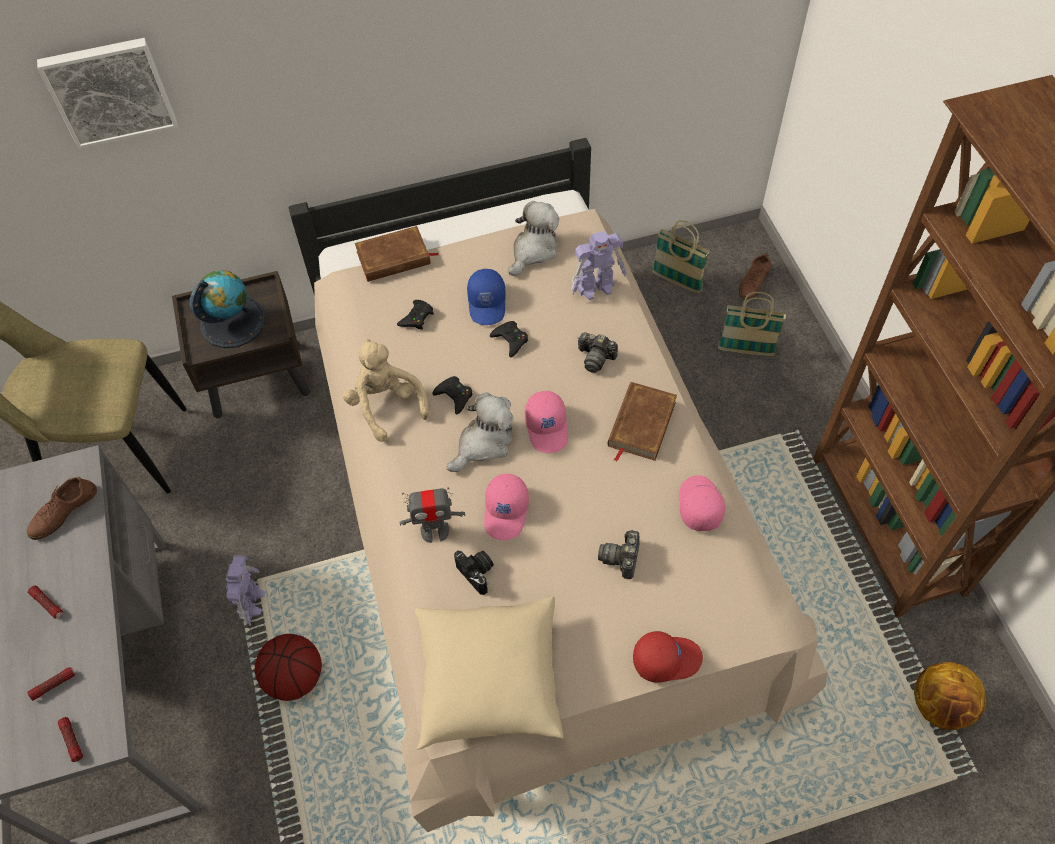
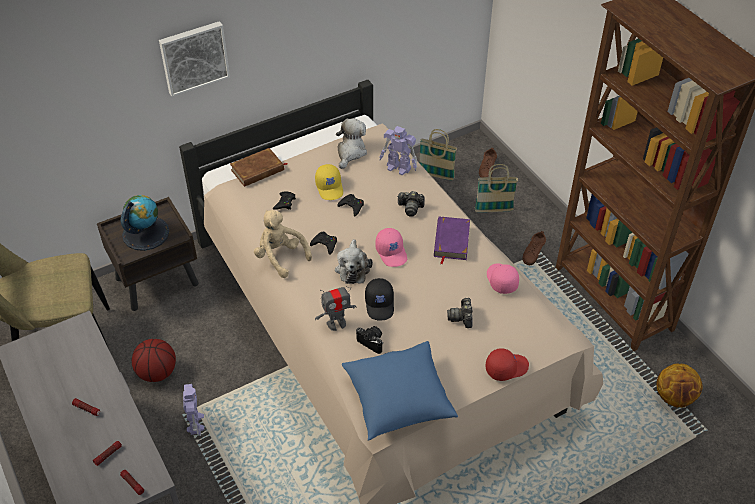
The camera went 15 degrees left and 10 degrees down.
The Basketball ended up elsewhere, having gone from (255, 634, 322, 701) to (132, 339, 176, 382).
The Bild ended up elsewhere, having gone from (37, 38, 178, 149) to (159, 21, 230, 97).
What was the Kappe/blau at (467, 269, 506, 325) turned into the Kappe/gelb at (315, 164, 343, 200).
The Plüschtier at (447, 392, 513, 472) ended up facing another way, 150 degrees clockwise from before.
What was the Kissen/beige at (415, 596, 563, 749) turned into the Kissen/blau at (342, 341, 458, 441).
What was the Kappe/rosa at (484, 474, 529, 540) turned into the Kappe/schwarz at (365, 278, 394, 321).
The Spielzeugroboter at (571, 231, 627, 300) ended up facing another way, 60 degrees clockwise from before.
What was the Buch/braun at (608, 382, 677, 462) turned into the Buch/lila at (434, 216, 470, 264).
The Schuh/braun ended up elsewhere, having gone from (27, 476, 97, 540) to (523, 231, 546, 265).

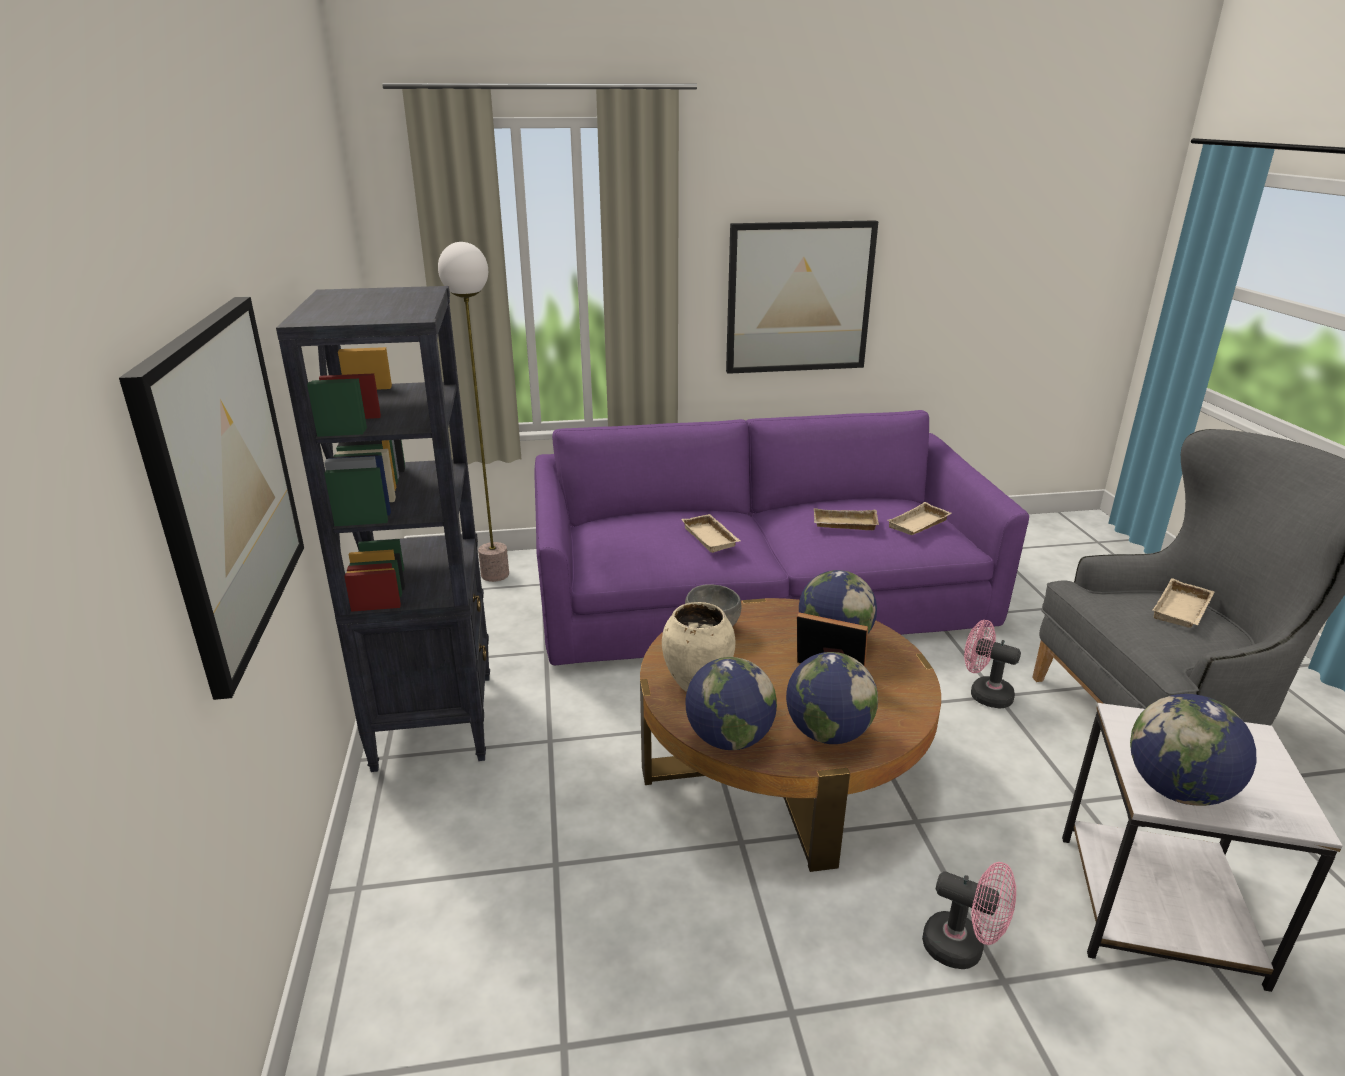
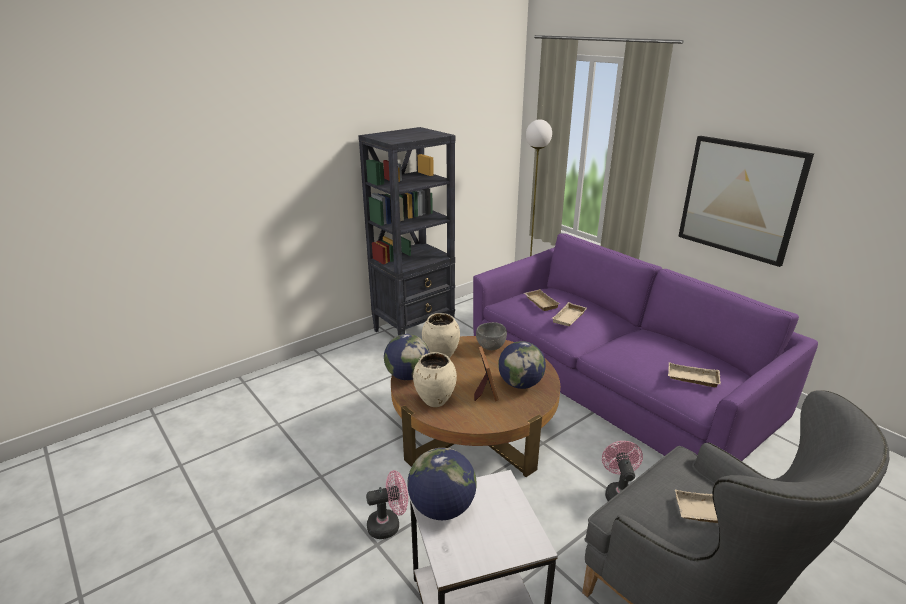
The camera went 60 degrees right and 0 degrees up.
The Ventilator/rosa at (922, 862, 1016, 969) ended up facing another way, 105 degrees counterclockwise from before.
Where the Globus stood at (786, 652, 878, 744), the Vase/beige came to stand at (413, 352, 457, 407).
The Tablett/beige ended up elsewhere, having gone from (814, 508, 879, 530) to (524, 289, 560, 311).
The second view lost the Bild at (119, 297, 304, 700).

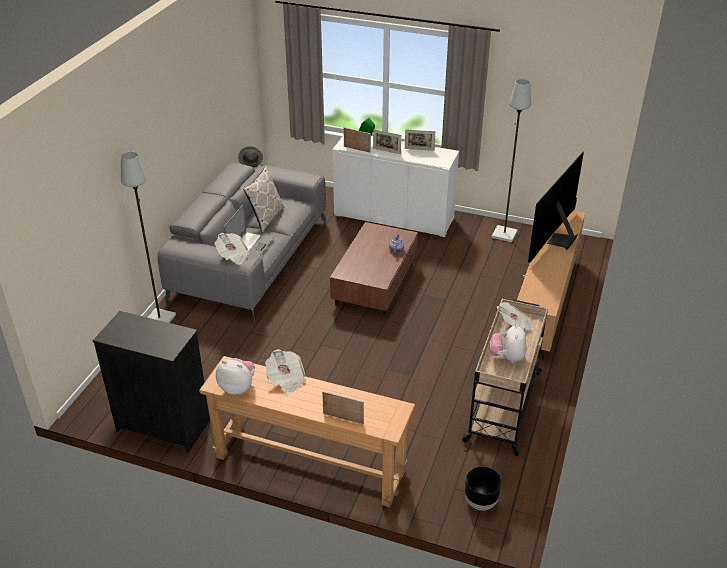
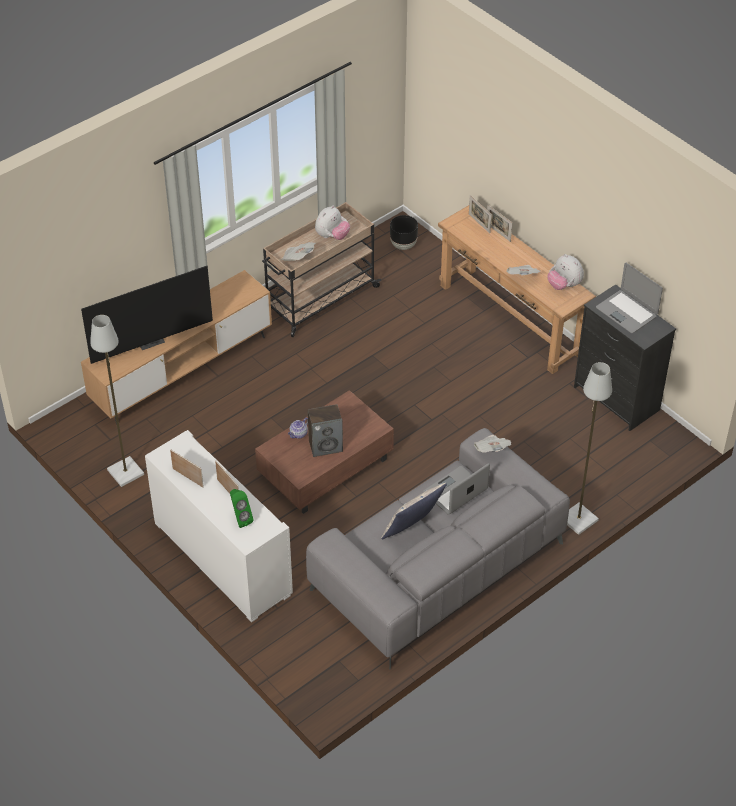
The camera went 150 degrees left and 10 degrees up.
The second view gained the Lautsprecher at (308, 404, 343, 457).
The Bilderrahmen ended up elsewhere, having gone from (344, 127, 371, 153) to (469, 195, 492, 233).
The second view gained the Laptop at (596, 263, 663, 333).
The second view lost the Hut/grau at (238, 146, 263, 167).

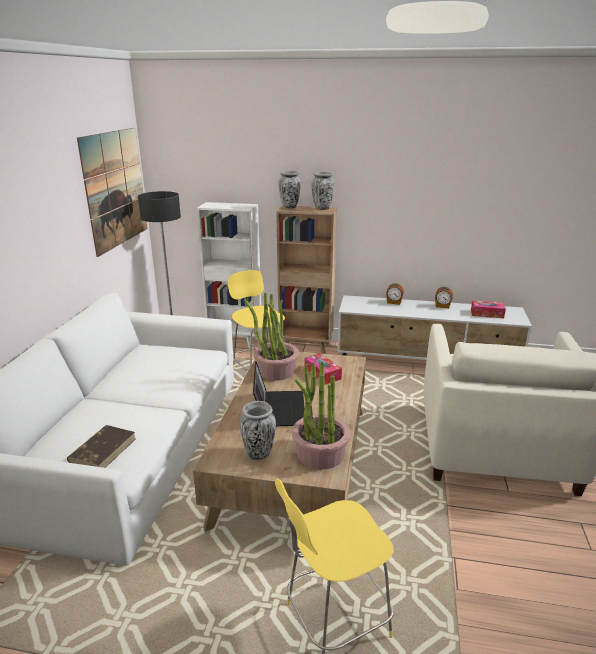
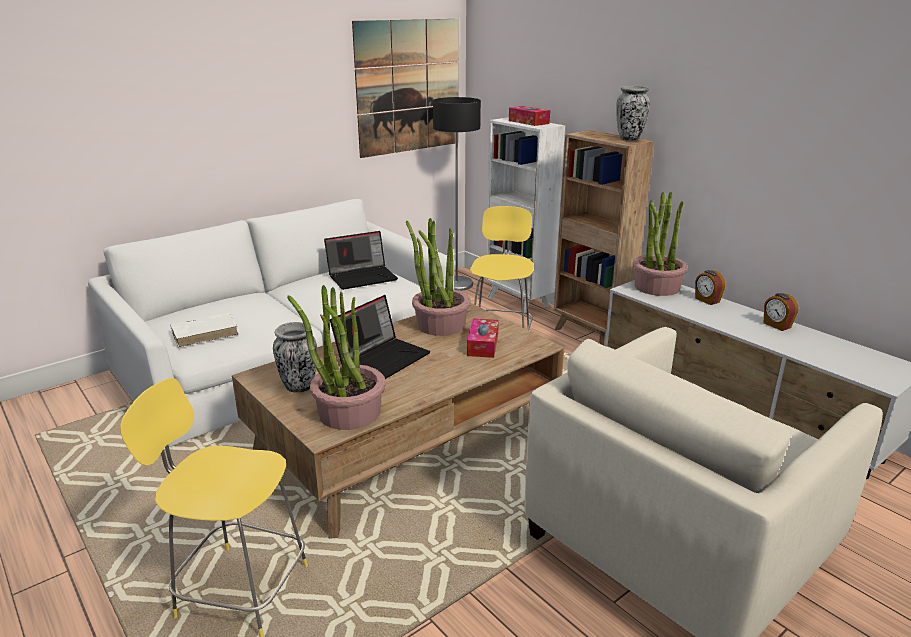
The camera went 40 degrees right and 0 degrees up.
What was the Buch/braun at (67, 425, 136, 468) turned into the Buch/weiß at (170, 313, 238, 347).
The second view gained the Laptop at (324, 231, 398, 290).
The Taschentuchbox ended up elsewhere, having gone from (471, 300, 506, 318) to (509, 106, 550, 126).
The second view gained the Topfpflanze at (633, 192, 688, 296).
The second view lost the Vase at (279, 171, 301, 209).

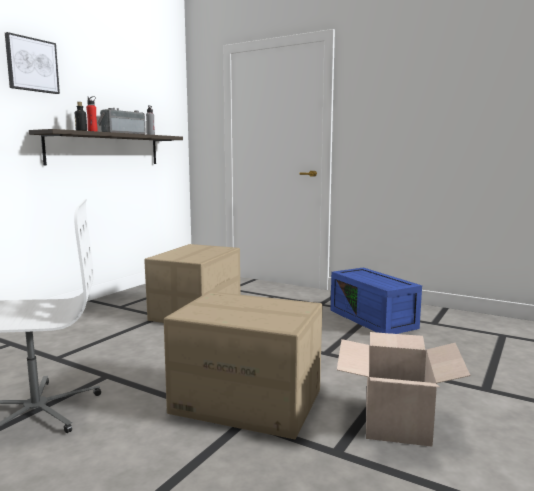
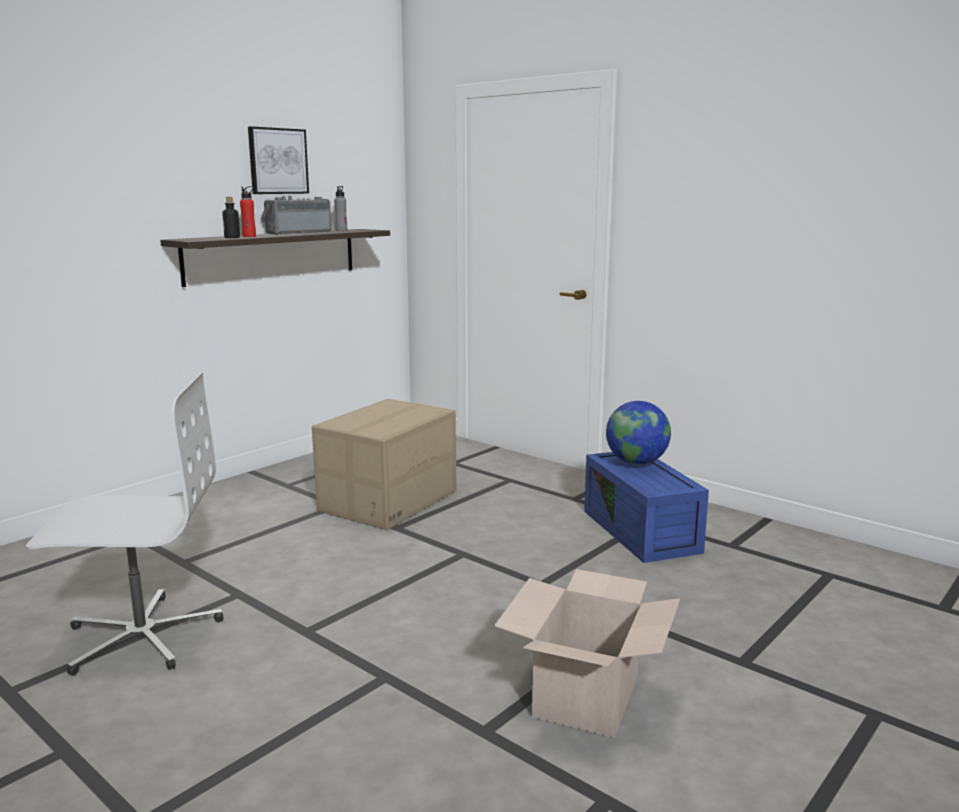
The camera went 10 degrees right and 5 degrees up.
The Bild ended up elsewhere, having gone from (5, 32, 60, 94) to (248, 126, 309, 194).
The second view gained the Globus at (606, 401, 671, 465).
The second view lost the Karton at (164, 291, 322, 439).

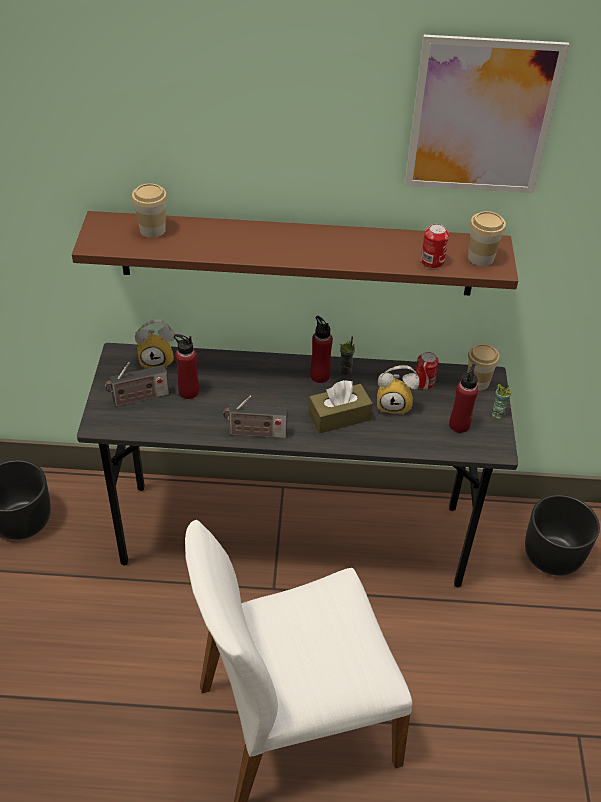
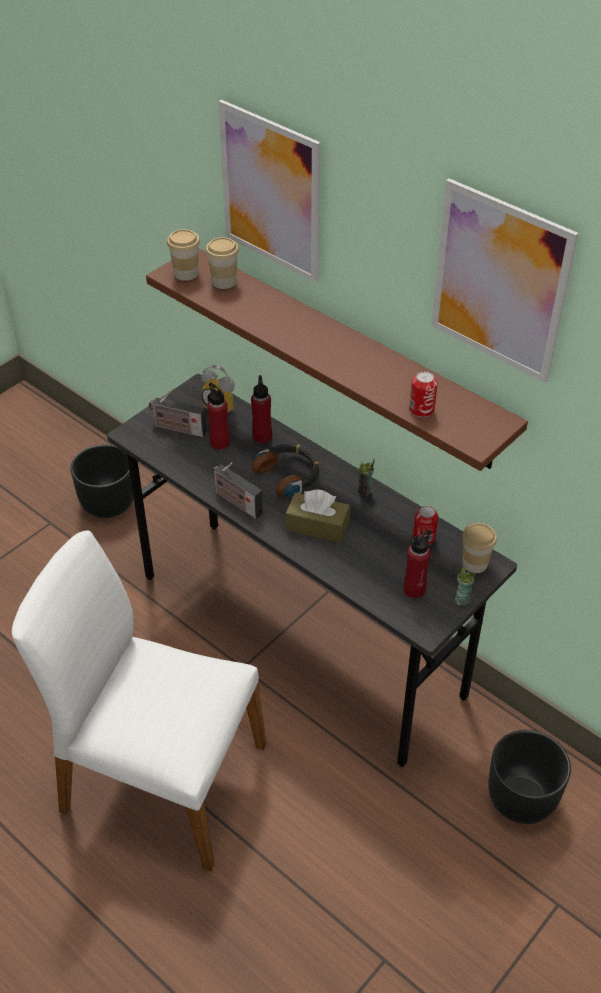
The camera went 40 degrees right and 0 degrees up.
The Tasse ended up elsewhere, having gone from (468, 211, 506, 266) to (167, 229, 200, 281).
The second view gained the Bild at (218, 100, 321, 283).
The Flasche/rot ended up elsewhere, having gone from (310, 316, 333, 383) to (251, 375, 272, 443).
The second view gained the Kopfhörer at (252, 444, 320, 498).
The second view lost the Wecker at (377, 365, 420, 415).

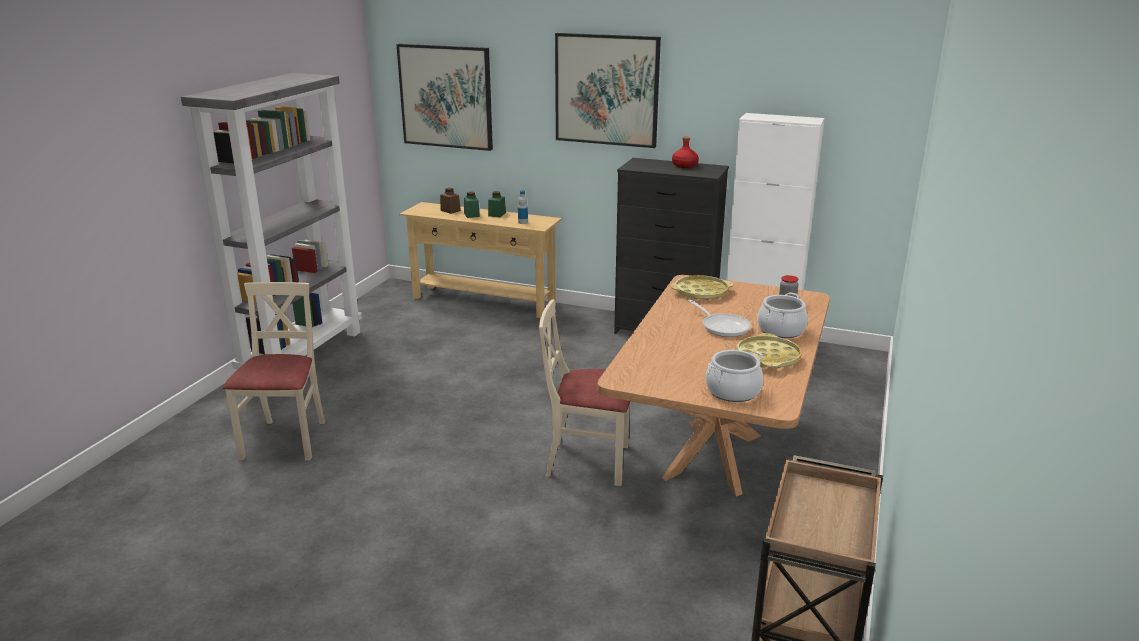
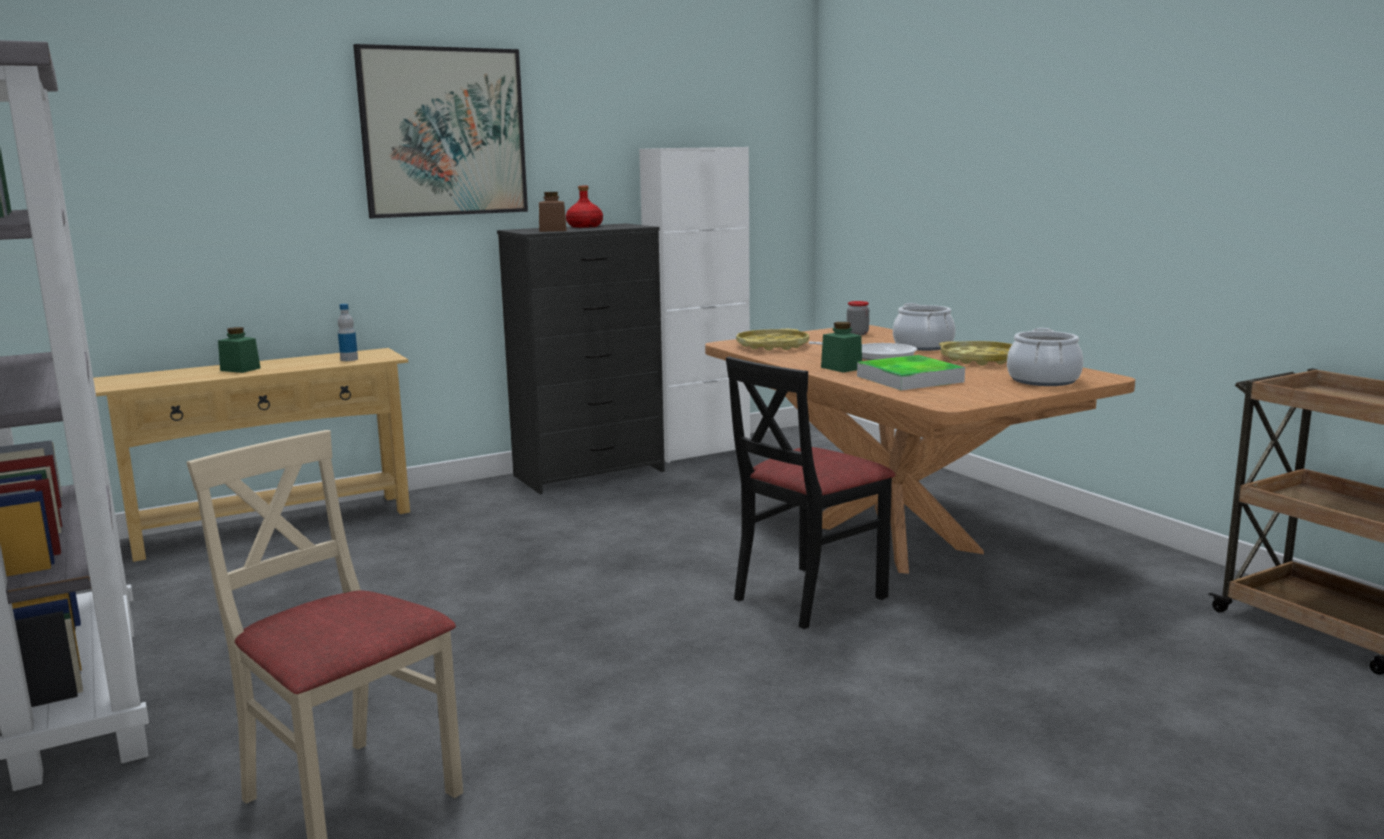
The camera went 50 degrees left and 10 degrees down.
The Vorratsglas/braun ended up elsewhere, having gone from (440, 188, 461, 214) to (539, 192, 567, 232).
What was the Stuhl/beige at (539, 299, 630, 486) turned into the Stuhl/schwarz at (726, 357, 896, 629).
The Vorratsglas/grün ended up elsewhere, having gone from (488, 191, 506, 217) to (821, 322, 862, 373).
The second view gained the Tablett at (857, 355, 965, 390).
The second view lost the Bild at (396, 44, 493, 151).

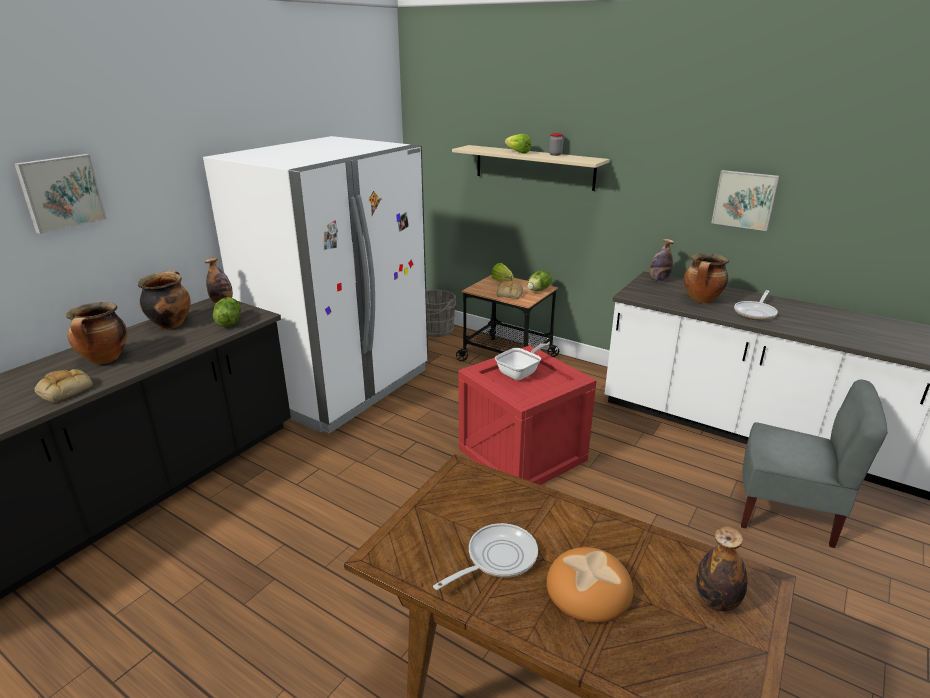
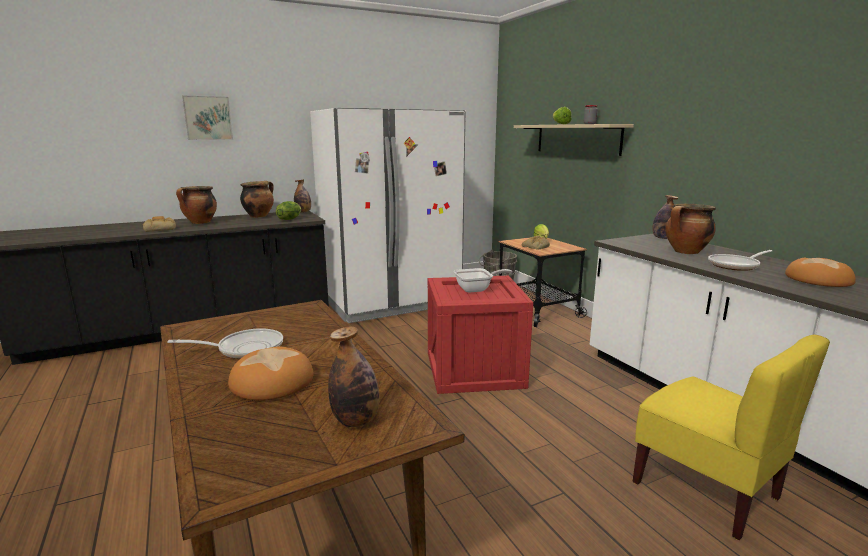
The camera went 30 degrees right and 10 degrees down.
What was the Stuhl/grau at (741, 380, 887, 548) turned into the Stuhl/gelb at (632, 335, 830, 540).
The second view gained the Brot at (785, 258, 856, 287).
The second view lost the Salatkopf at (527, 270, 552, 291).
The second view lost the Bild at (711, 170, 779, 231).

